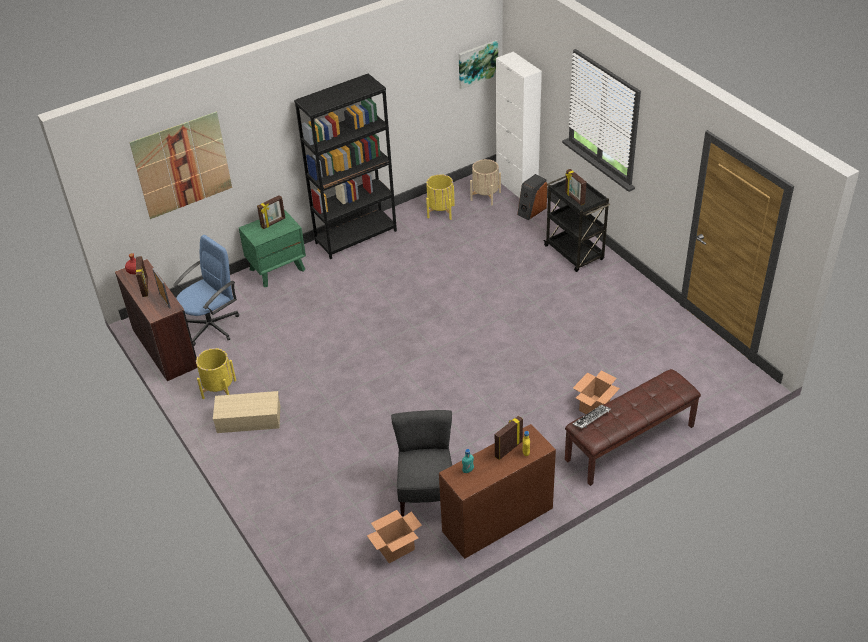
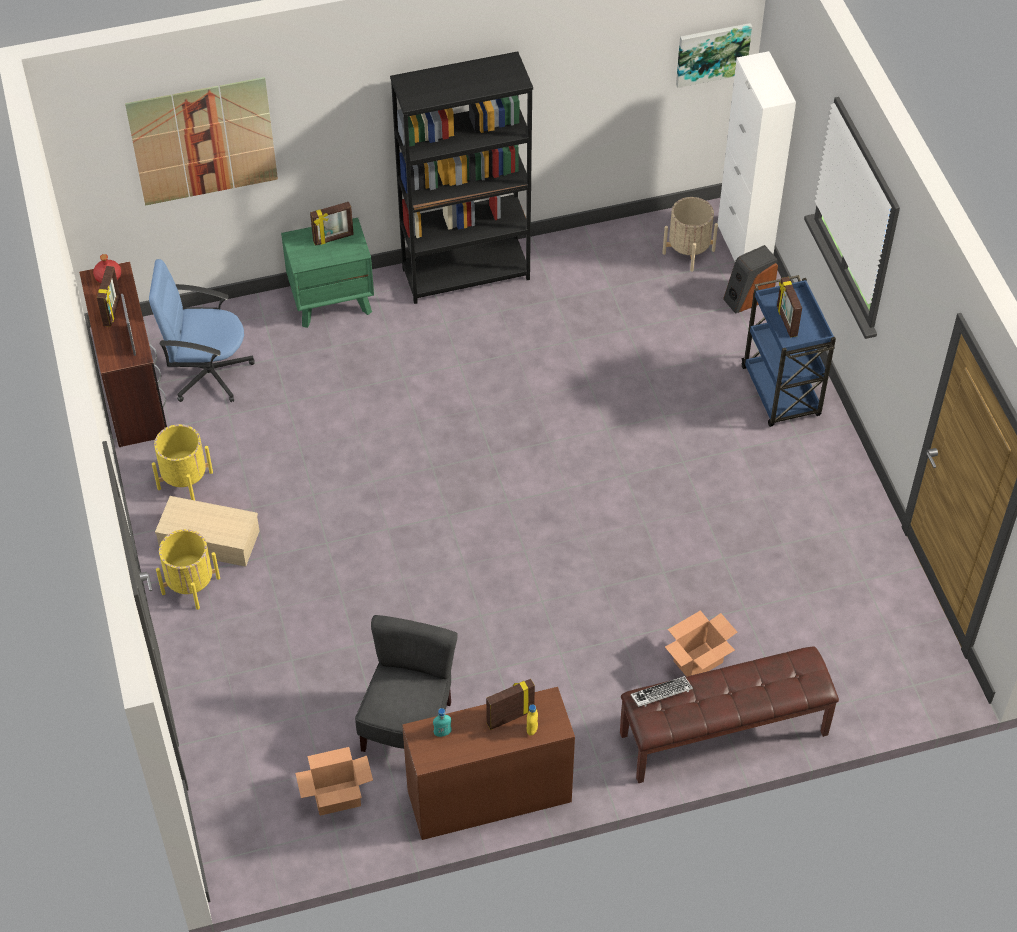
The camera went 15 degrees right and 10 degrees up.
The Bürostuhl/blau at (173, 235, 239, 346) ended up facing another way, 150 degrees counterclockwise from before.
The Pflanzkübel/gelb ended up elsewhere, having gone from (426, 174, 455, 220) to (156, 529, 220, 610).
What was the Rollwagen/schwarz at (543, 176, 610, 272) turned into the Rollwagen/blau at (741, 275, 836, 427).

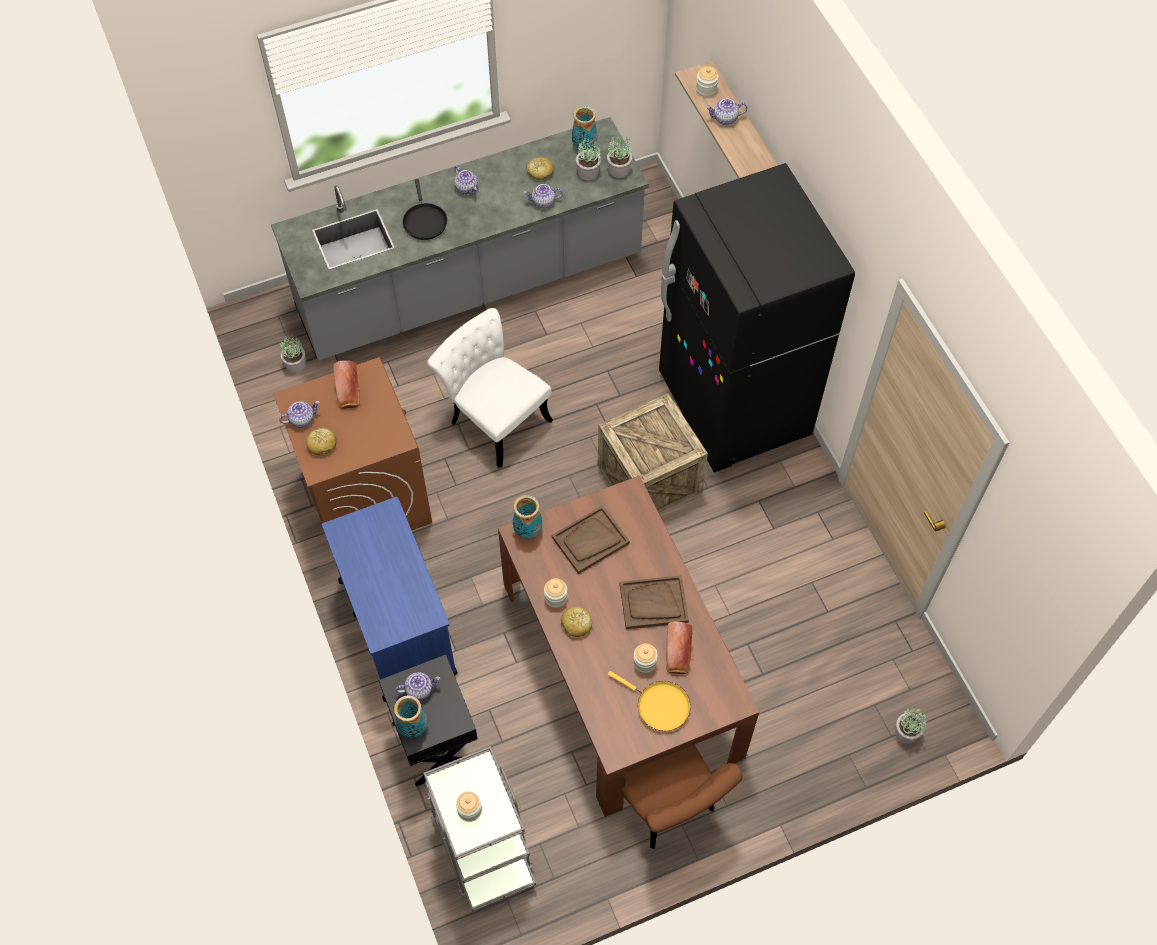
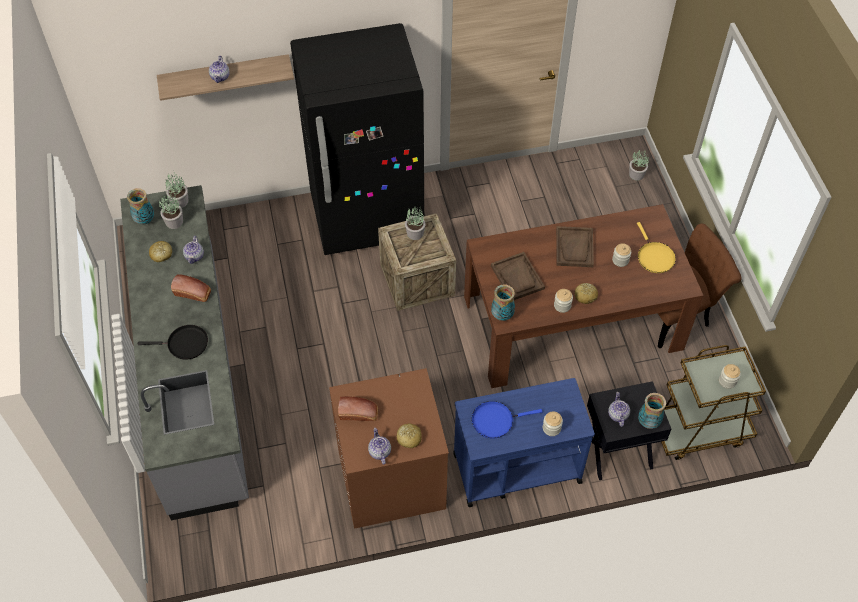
The camera went 80 degrees left and 5 degrees down.
The Brot ended up elsewhere, having gone from (666, 622, 692, 674) to (171, 274, 211, 302).
The Topfpflanze ended up elsewhere, having gone from (280, 335, 306, 373) to (405, 207, 426, 240).
The second view gained the Pfanne/blau at (472, 401, 543, 439).
The Vorratsglas ended up elsewhere, having gone from (696, 66, 718, 97) to (543, 411, 563, 436).
The Pfanne/gelb at (608, 671, 691, 731) ended up facing another way, 120 degrees clockwise from before.
What was the Rollwagen/grau at (424, 746, 536, 912) turned into the Rollwagen/braun at (661, 345, 766, 460).
The second view lost the Stuhl/weiß at (427, 308, 553, 468).
The second view lost the Teekanne at (454, 166, 478, 195).

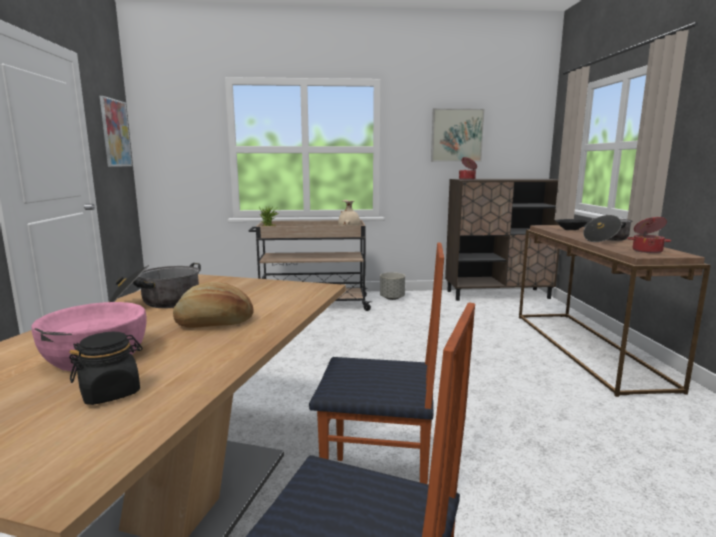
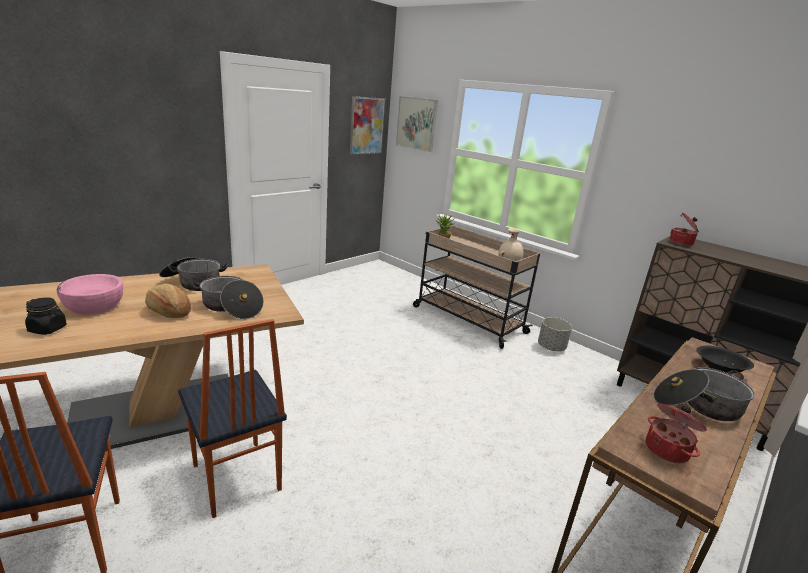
The camera went 45 degrees right and 10 degrees up.
The second view gained the Kochtopf at (191, 276, 264, 319).
The Bild ended up elsewhere, having gone from (431, 108, 485, 162) to (396, 96, 438, 152).

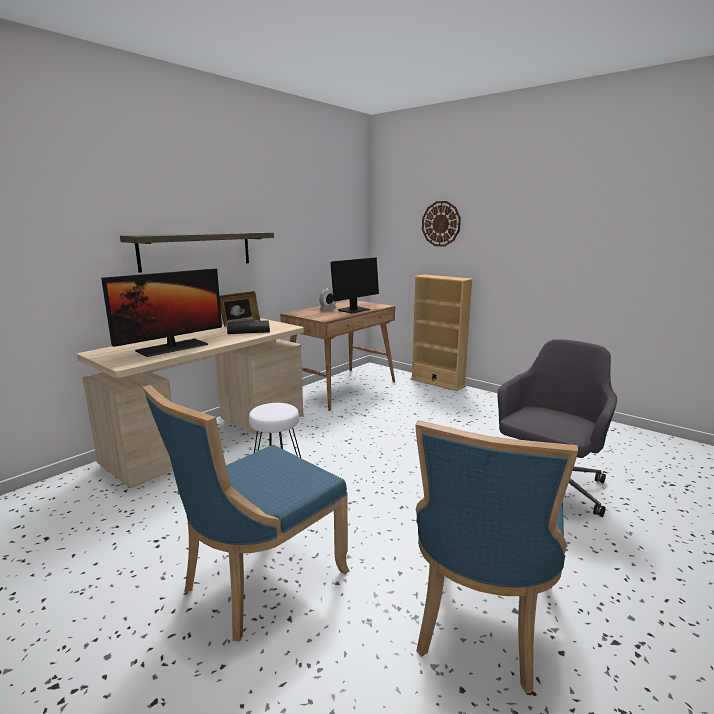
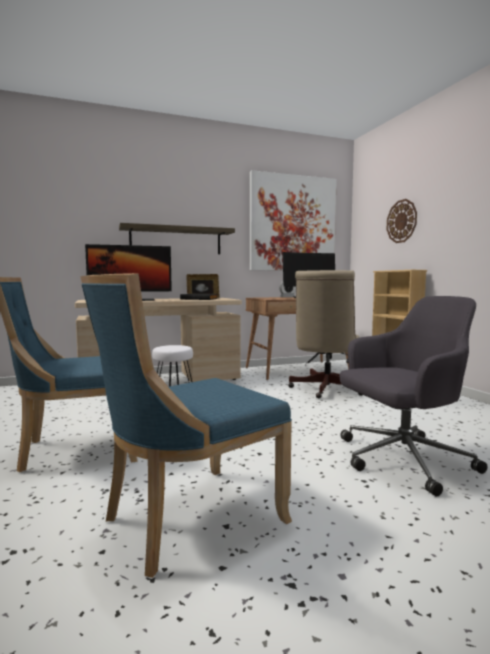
The camera went 30 degrees right and 10 degrees down.
The second view gained the Bild at (250, 170, 337, 271).
The second view gained the Bürostuhl/beige at (289, 270, 362, 398).

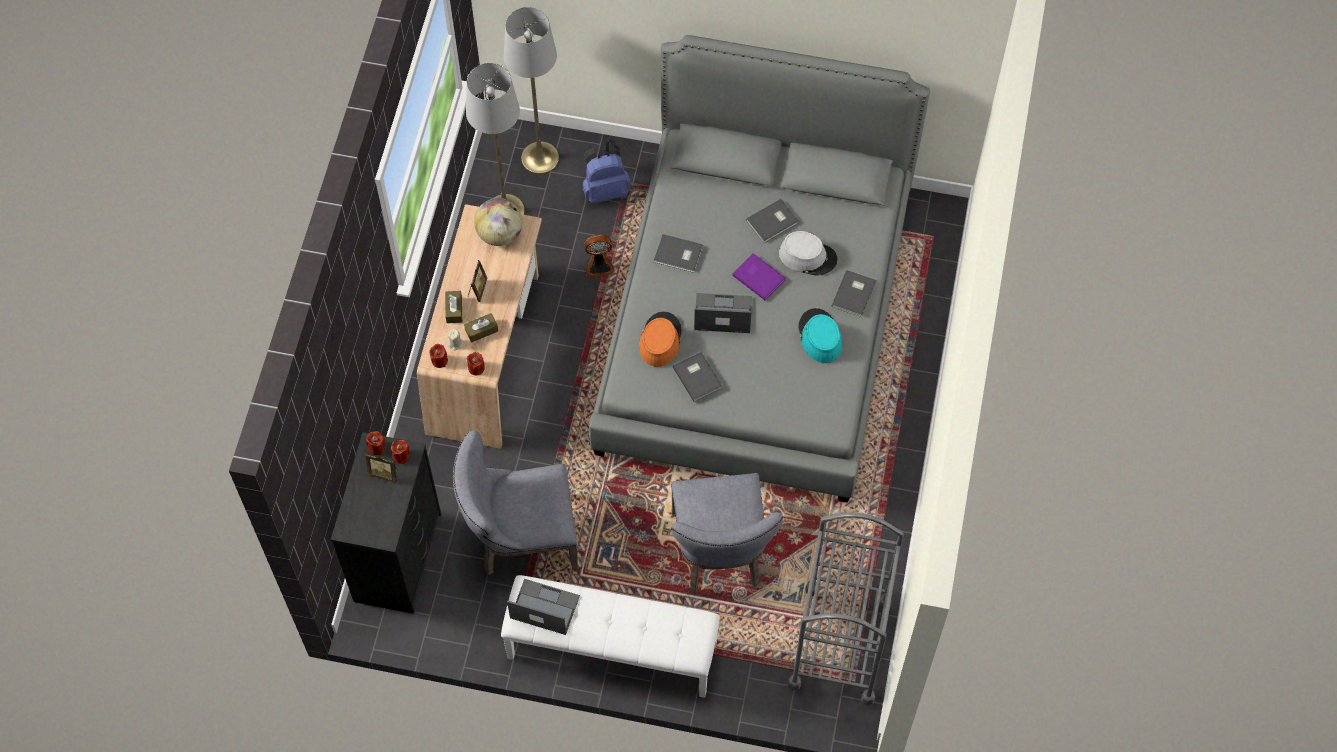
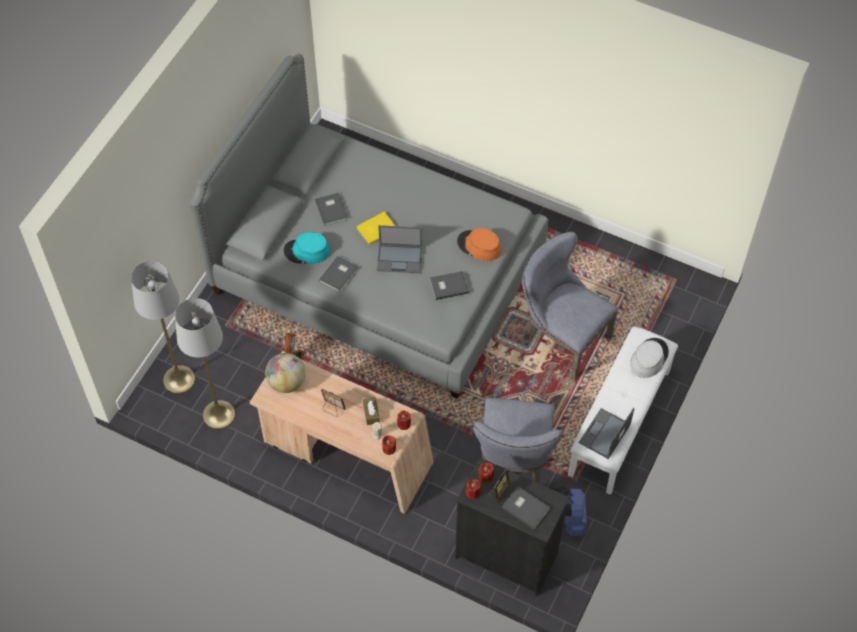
The camera went 75 degrees left and 5 degrees down.
The Hut/türkis ended up elsewhere, having gone from (798, 308, 842, 363) to (283, 232, 331, 264).
What was the Buch/lila at (732, 253, 785, 300) turned into the Buch/gelb at (356, 212, 395, 245).
The Laptop at (694, 293, 752, 333) ended up facing another way, 105 degrees counterclockwise from before.
The Hut/orange ended up elsewhere, having gone from (639, 312, 682, 367) to (457, 228, 502, 261).
The Buch/grau ended up elsewhere, having gone from (832, 270, 876, 317) to (502, 486, 550, 530).
The Stuhl/grau at (671, 473, 783, 594) ended up facing another way, 150 degrees counterclockwise from before.
The Rucksack/blau ended up elsewhere, having gone from (582, 139, 631, 204) to (554, 486, 587, 536).
The Hut/grau ended up elsewhere, having gone from (779, 231, 838, 276) to (630, 338, 669, 378).
The second view lost the Taschentuchbox/braun at (445, 291, 462, 323).
The second view lost the Rollwagen/grau at (787, 513, 904, 705).

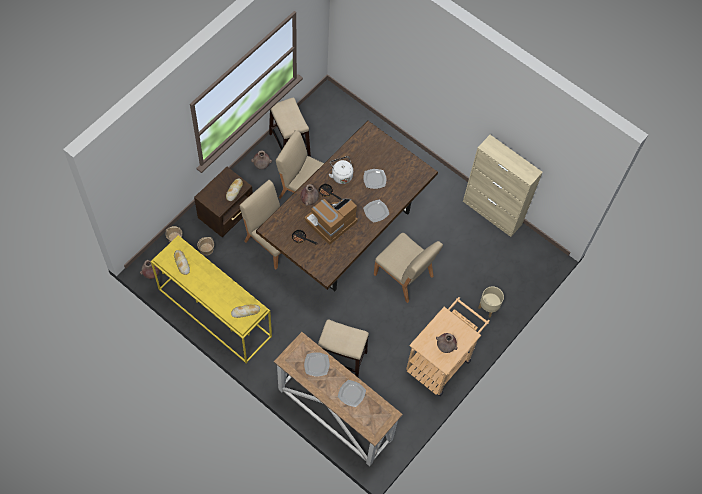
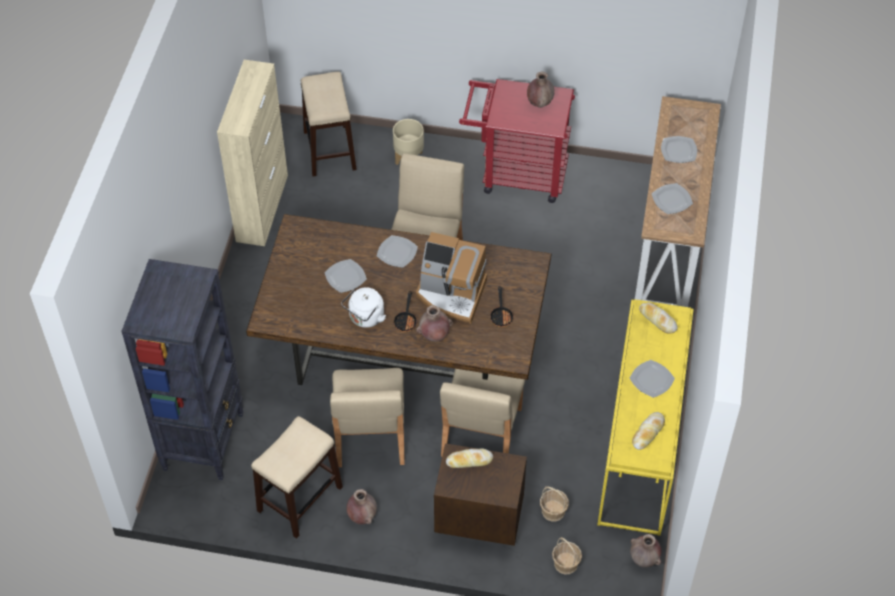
The camera went 115 degrees left and 10 degrees down.
The second view gained the Bücherregal/schwarz at (121, 259, 244, 480).
The Hocker ended up elsewhere, having gone from (318, 319, 369, 378) to (301, 72, 357, 176).
What was the Rollwagen/beige at (406, 297, 490, 396) turned into the Rollwagen/rot at (459, 79, 575, 203).
The second view gained the Teller at (629, 360, 675, 398).

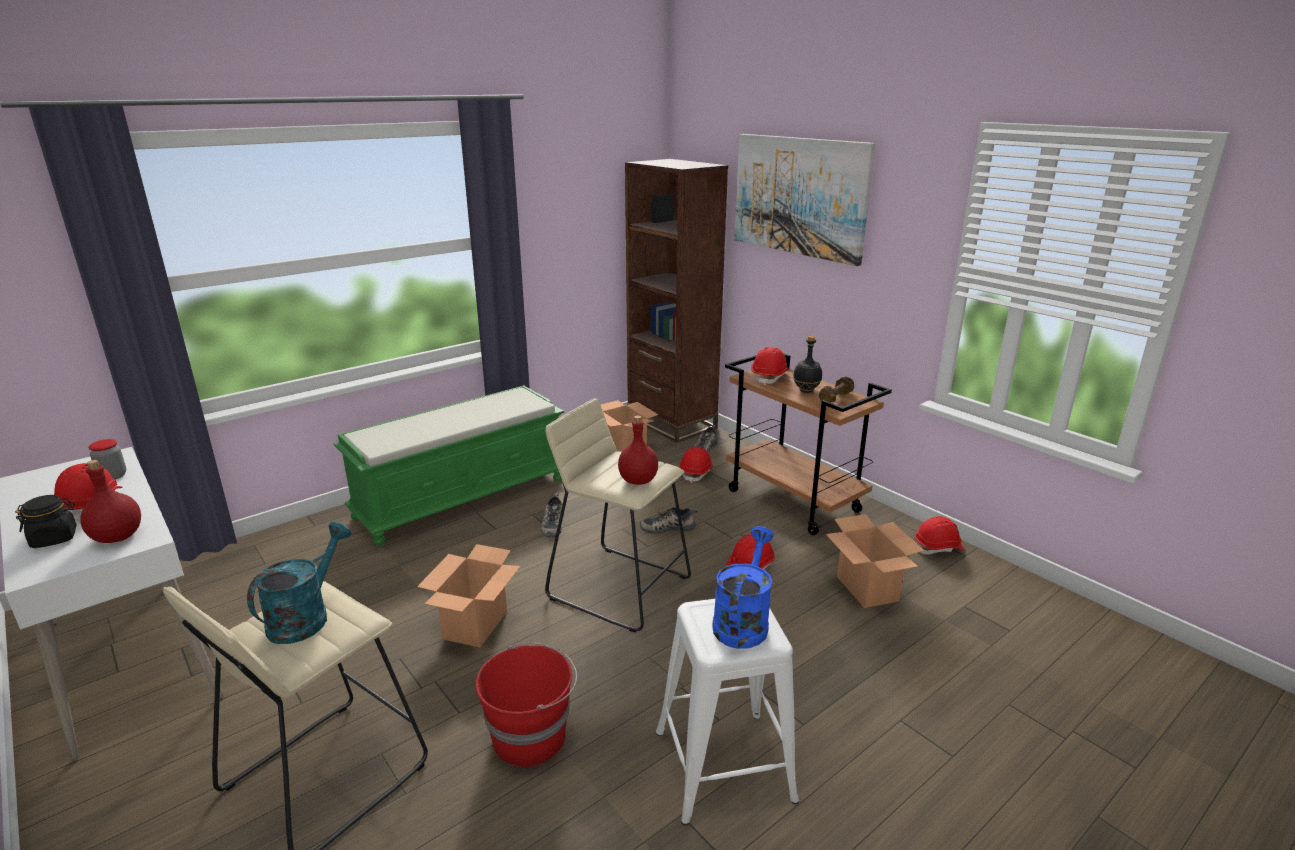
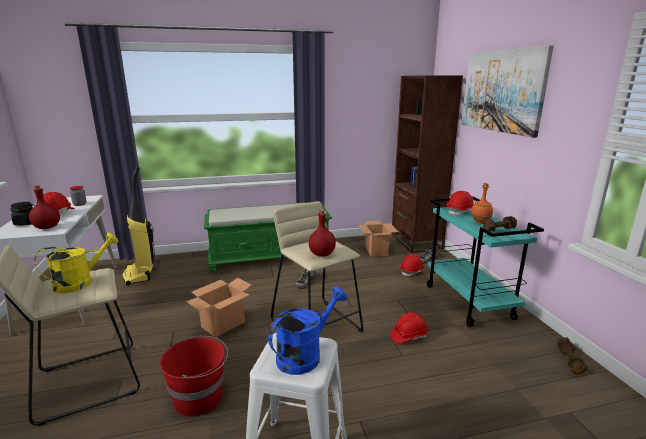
The camera went 25 degrees right and 5 degrees down.
What was the Gießkanne/türkis at (247, 522, 351, 644) turned into the Gießkanne/gelb at (35, 233, 118, 293).
The second view gained the Staubsauger at (122, 166, 155, 286).
What was the Rollwagen/braun at (725, 354, 892, 536) turned into the Rollwagen/türkis at (427, 196, 544, 327).
What was the Flasche/schwarz at (793, 336, 822, 393) turned into the Flasche/orange at (471, 183, 493, 224).
Where the Schutzhelm/rot stood at (915, 516, 965, 555), the Hantel/braun came to stand at (557, 337, 588, 374).
The second view lost the Schuh at (640, 508, 698, 534).
The second view lost the Karton at (826, 514, 924, 608).

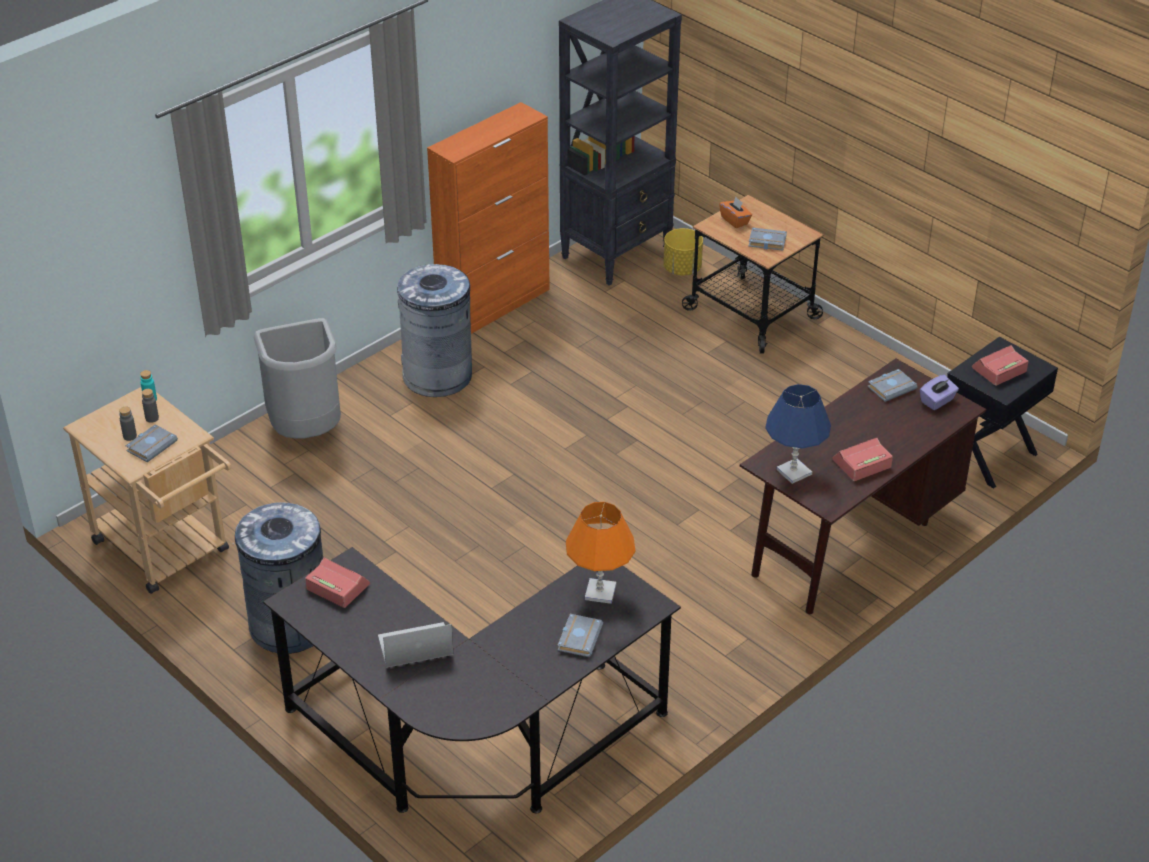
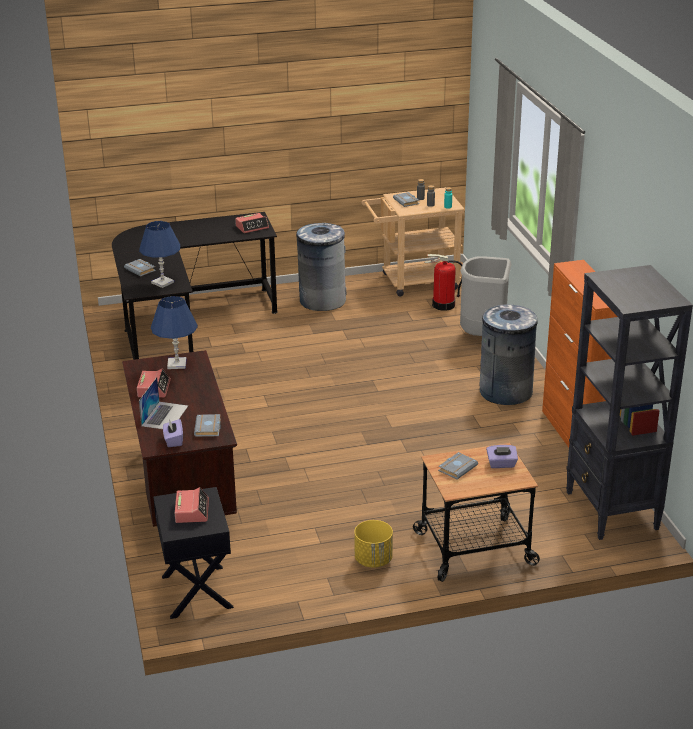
The camera went 120 degrees right and 10 degrees down.
What was the Tischlampe/orange at (566, 502, 636, 604) turned into the Tischlampe/blau at (139, 221, 180, 288).
The Laptop ended up elsewhere, having gone from (378, 622, 453, 668) to (139, 377, 188, 429).
The Pflanzkübel/gelb ended up elsewhere, having gone from (663, 228, 703, 276) to (354, 520, 393, 568).
The second view gained the Feuerlöscher at (425, 254, 462, 311).
What was the Taschentuchbox/orange at (719, 197, 752, 228) turned into the Taschentuchbox/lila at (486, 445, 518, 468).

